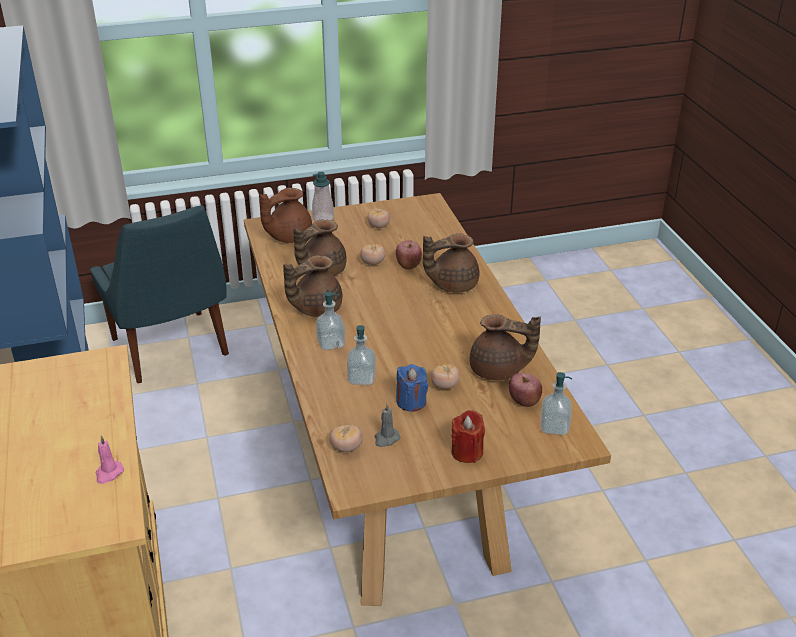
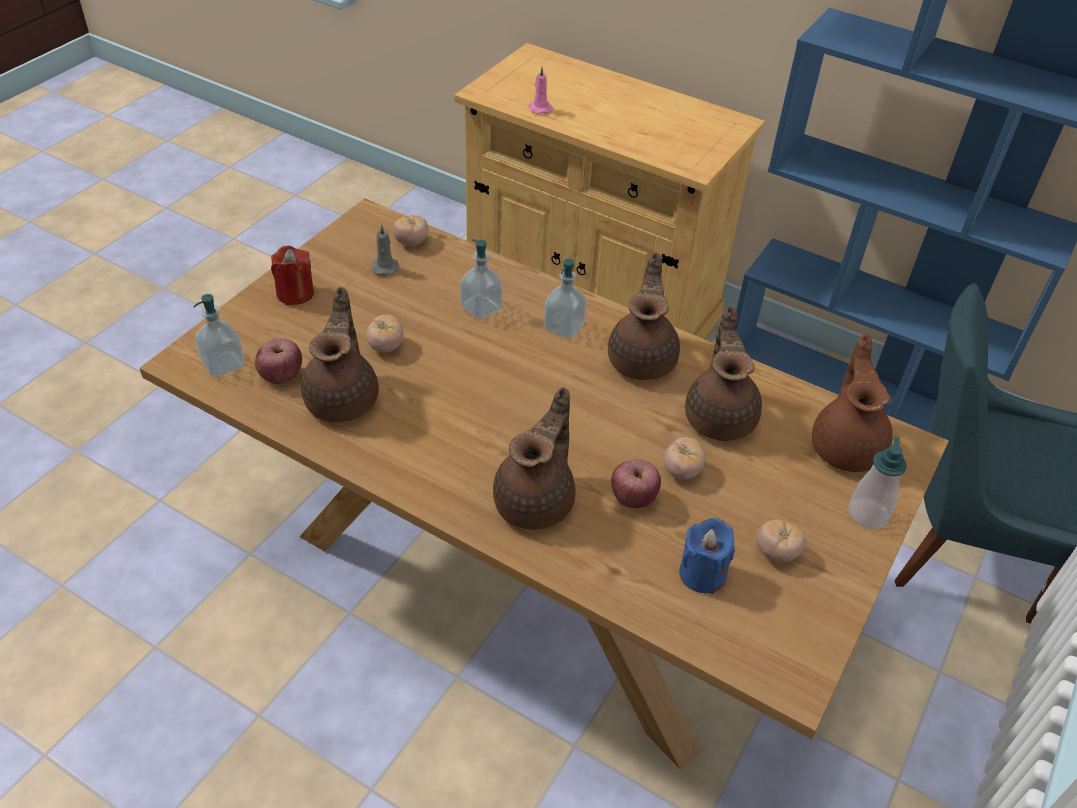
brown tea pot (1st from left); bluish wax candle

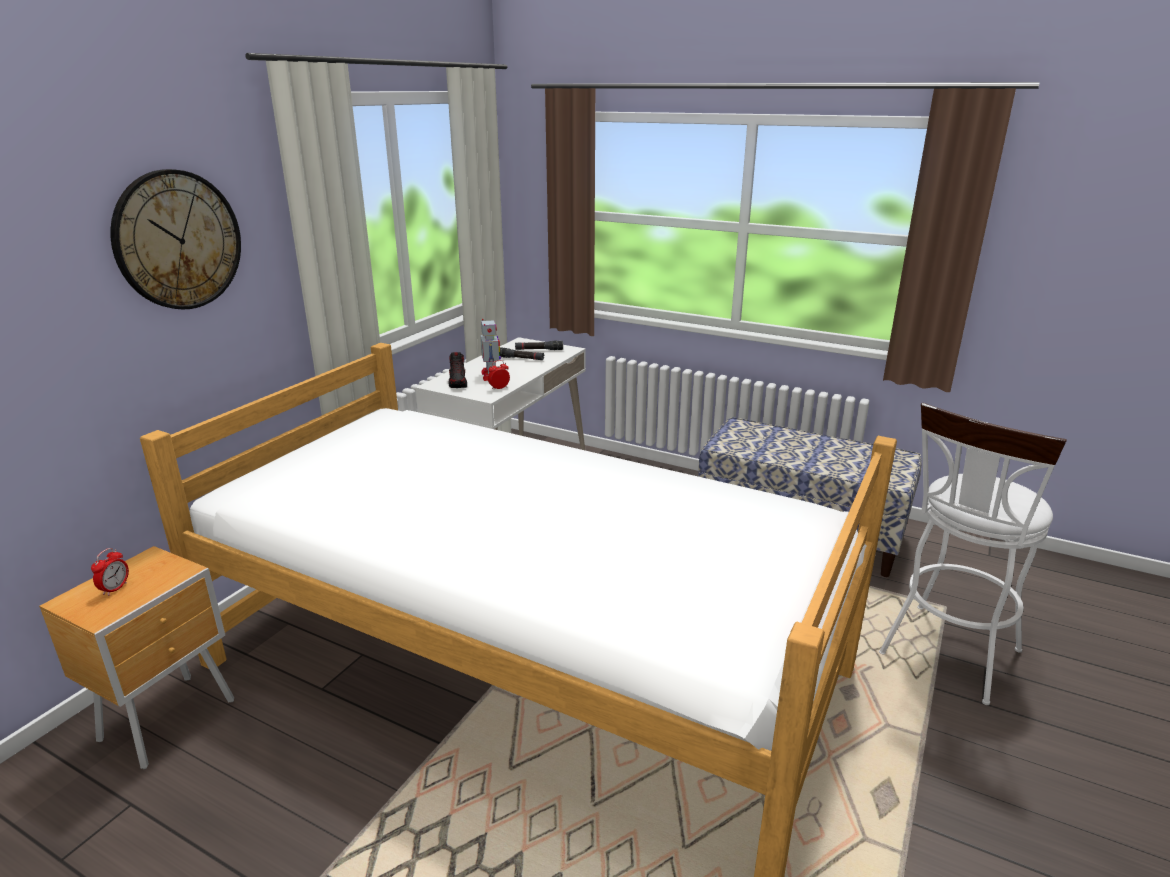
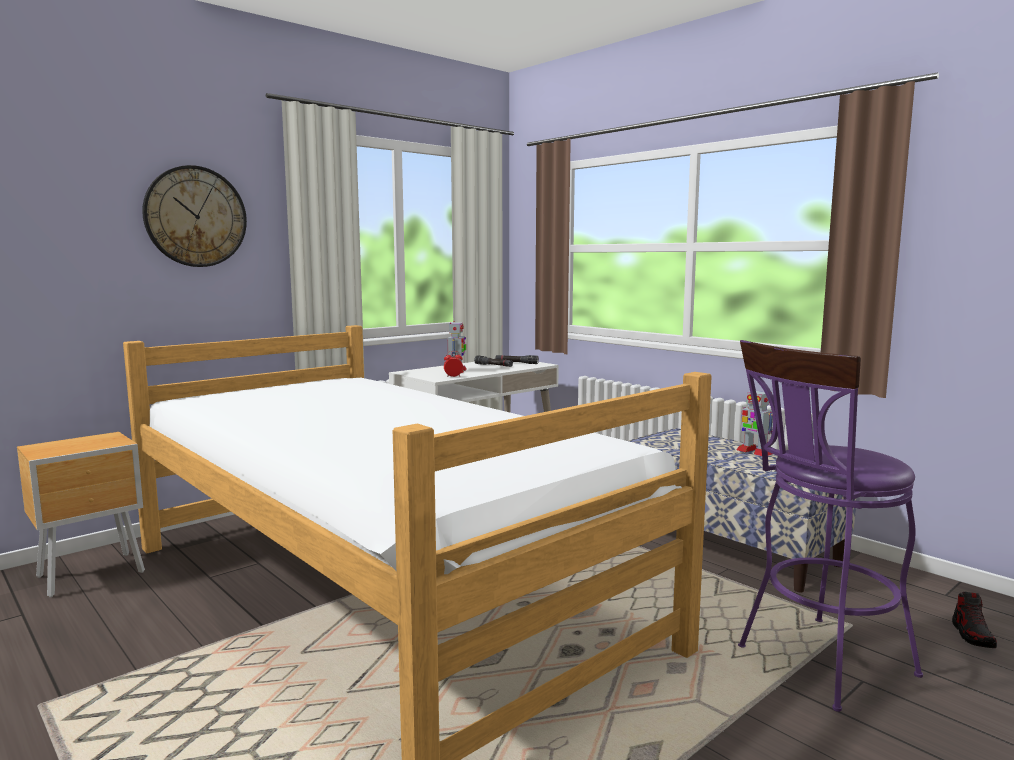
toy robot (2nd from left); purple-coloured stool seat; shoe; bedside clock (1st from left in the first image)

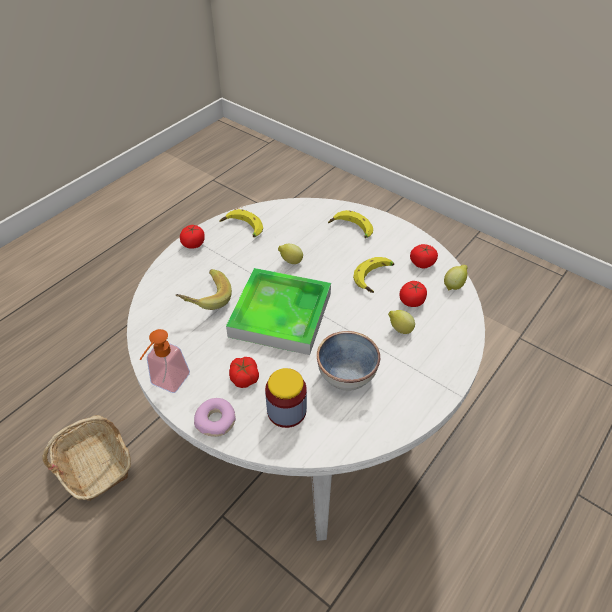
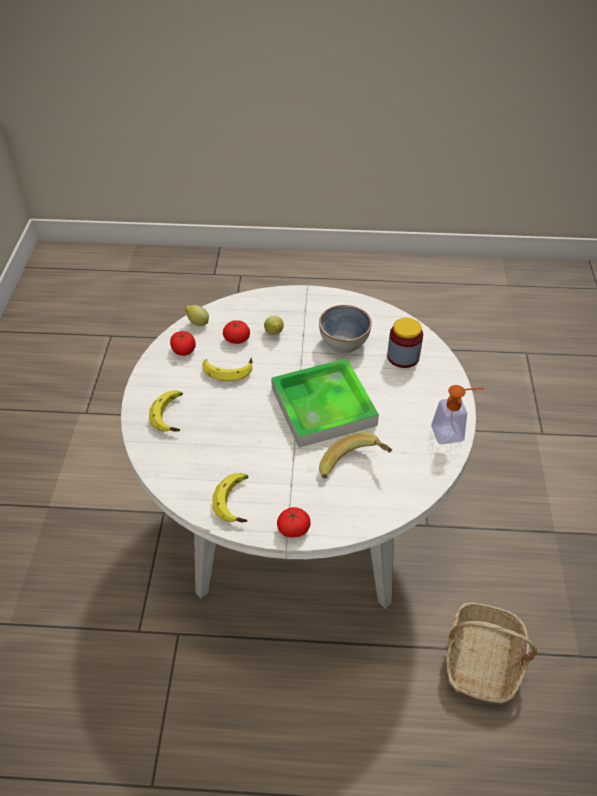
donut; whole tomato (2nd from left in the first image); whole lemon (1st from left in the first image)

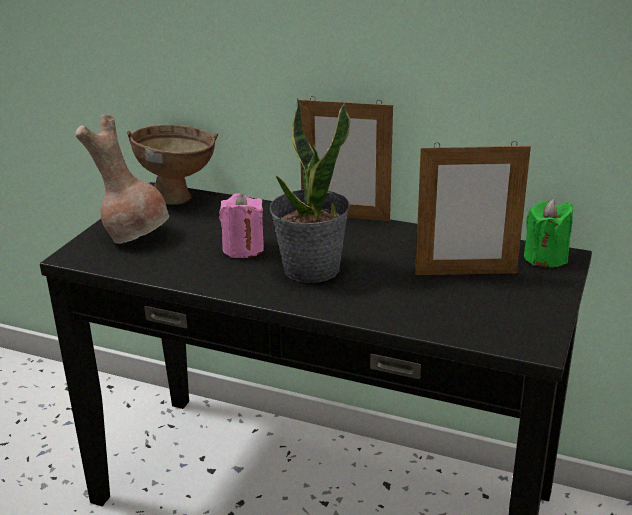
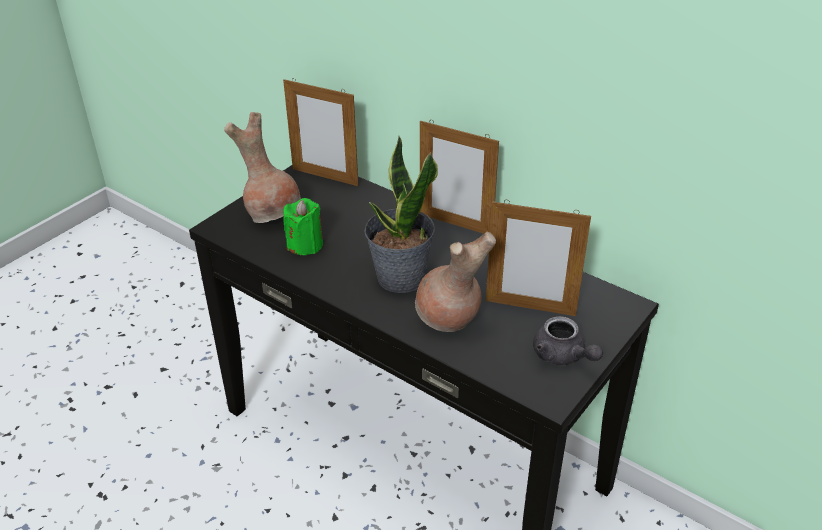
picture frame (1st from left); greenish wax candle; brown vase (2nd from left); greyish tea pot; pink-coloured wax candle

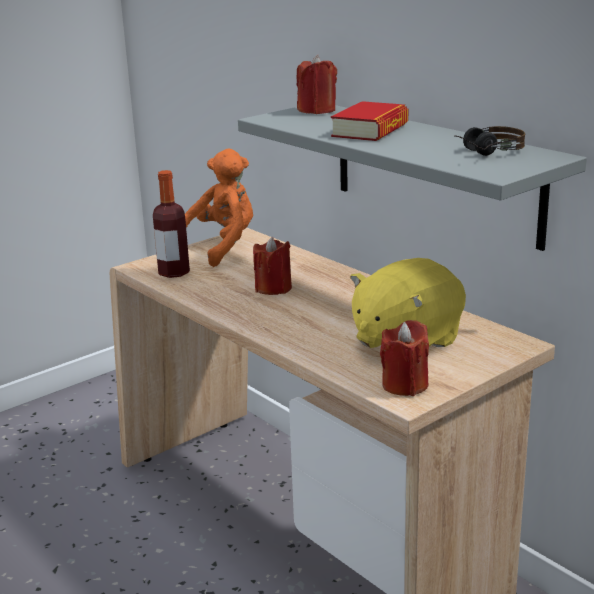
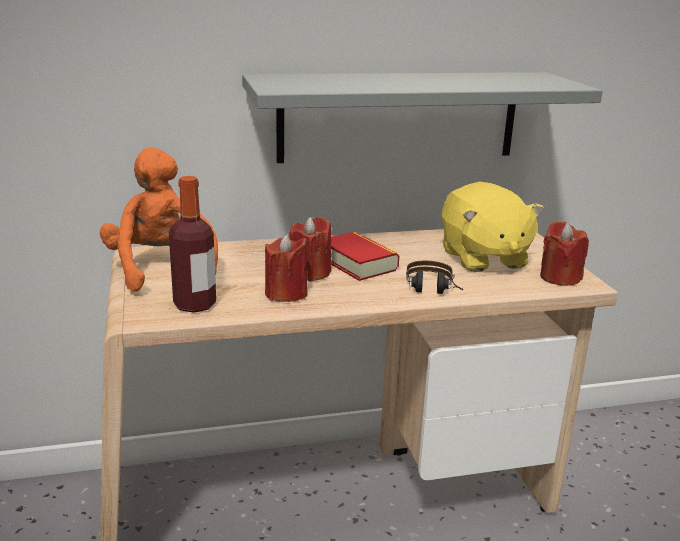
red wax candle (1st from left); bound book; headphones

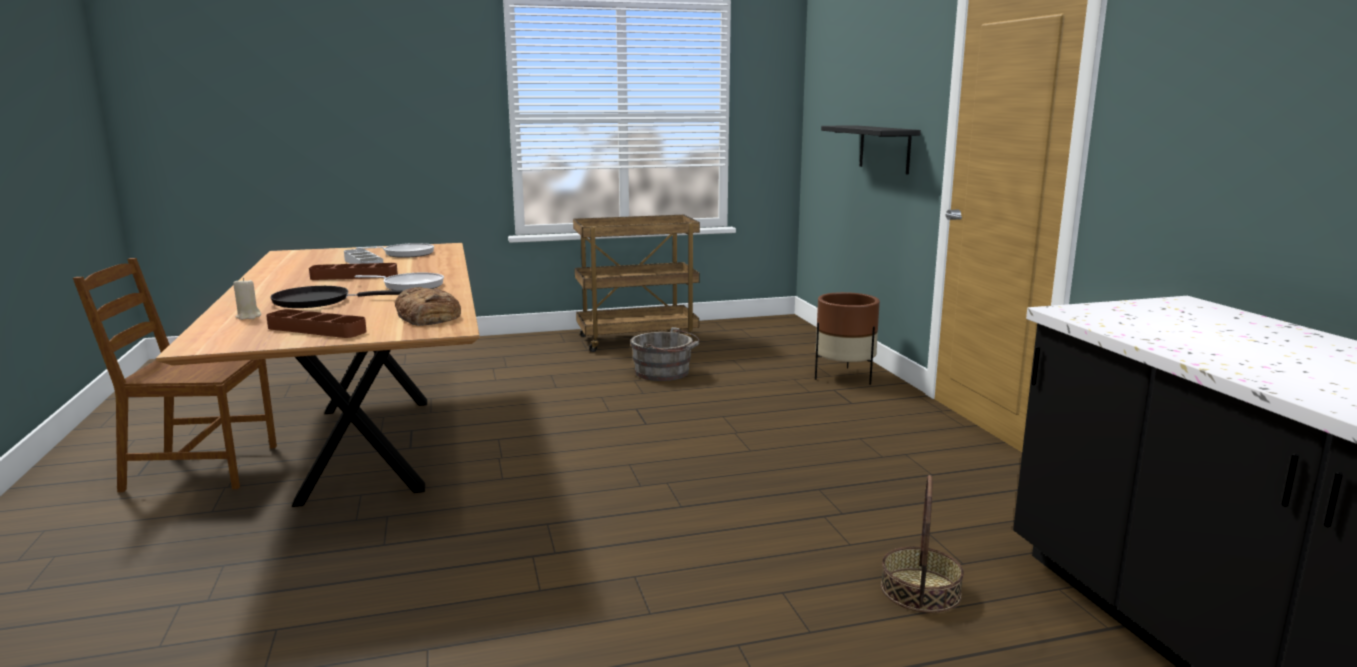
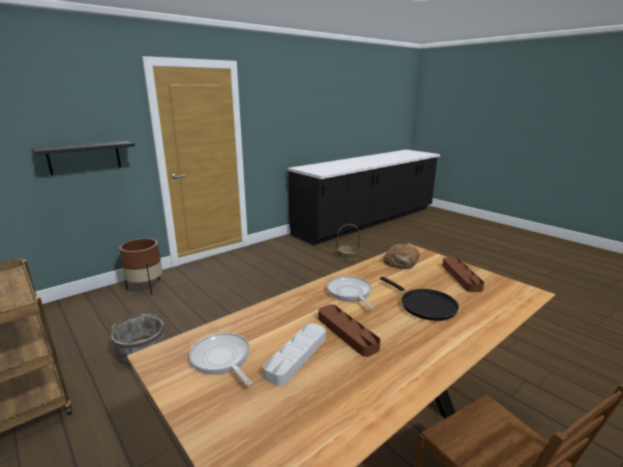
beige-coloured wax candle

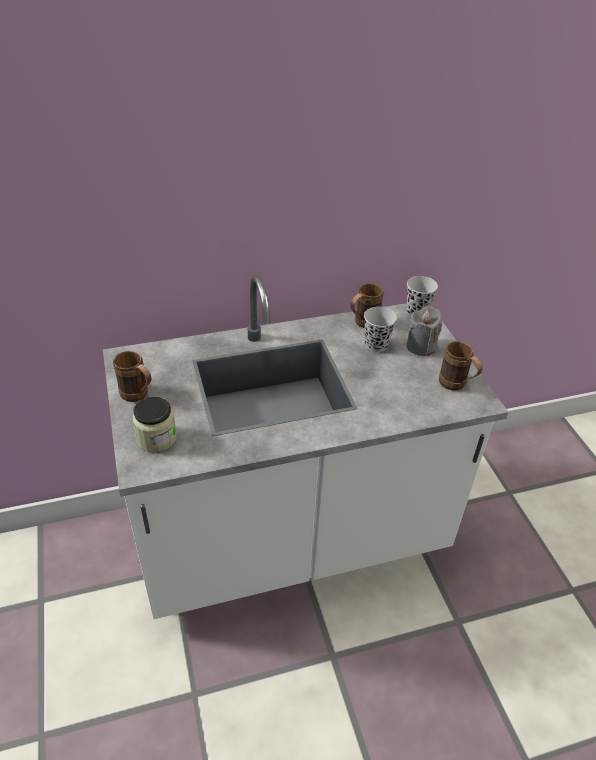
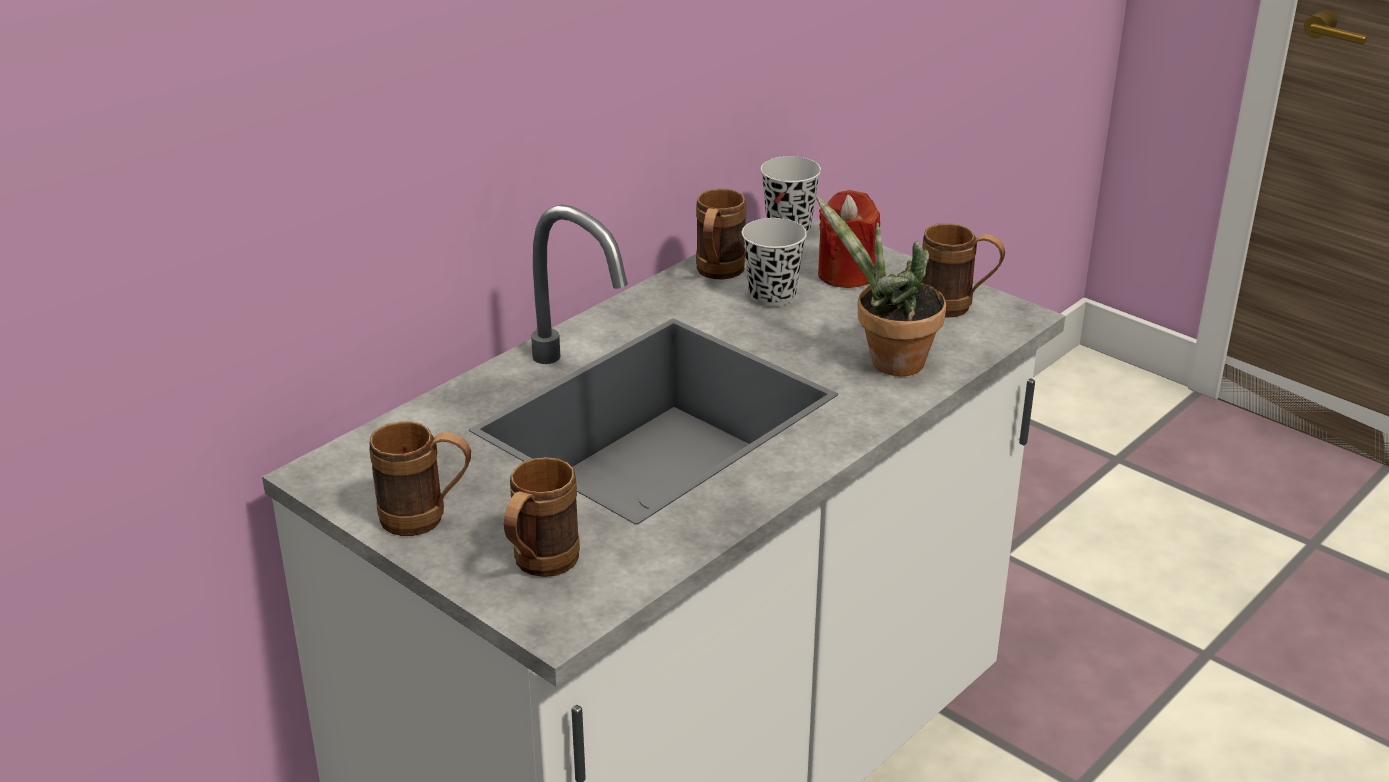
brown tea mug (2nd from left); potted plant; red wax candle

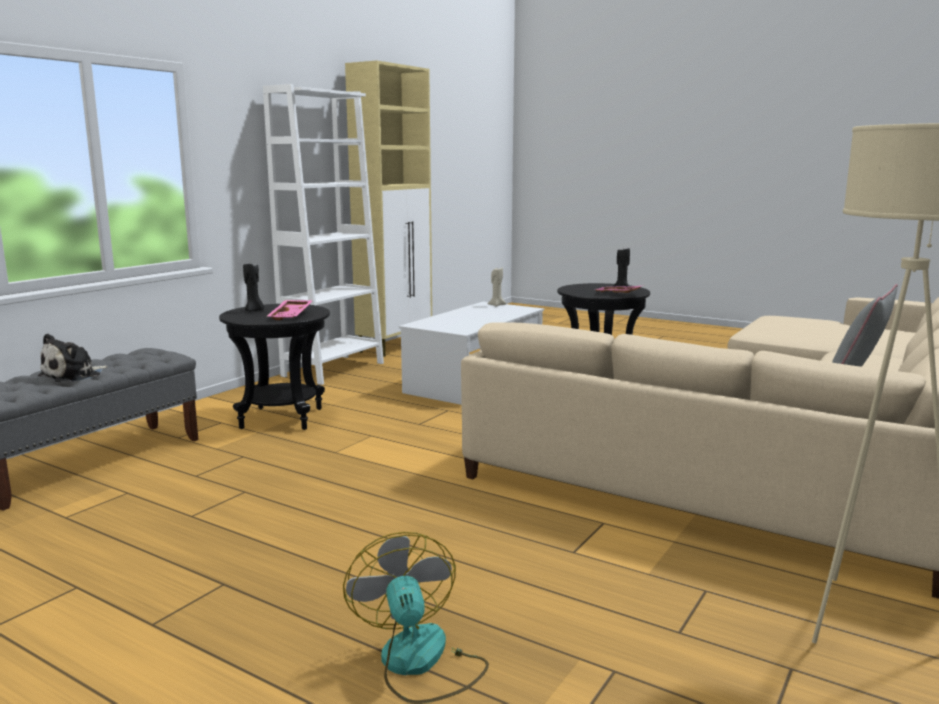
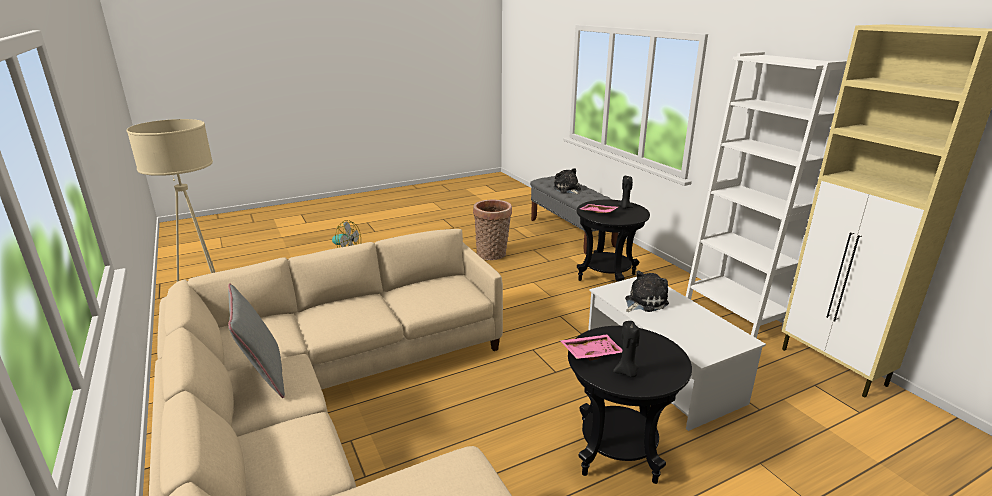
basket; cuddly toy (2nd from left); beige-coloured wax candle

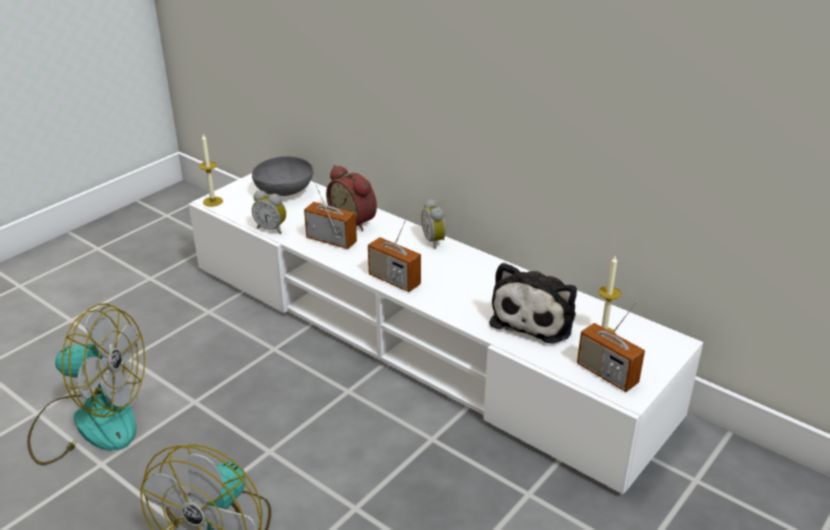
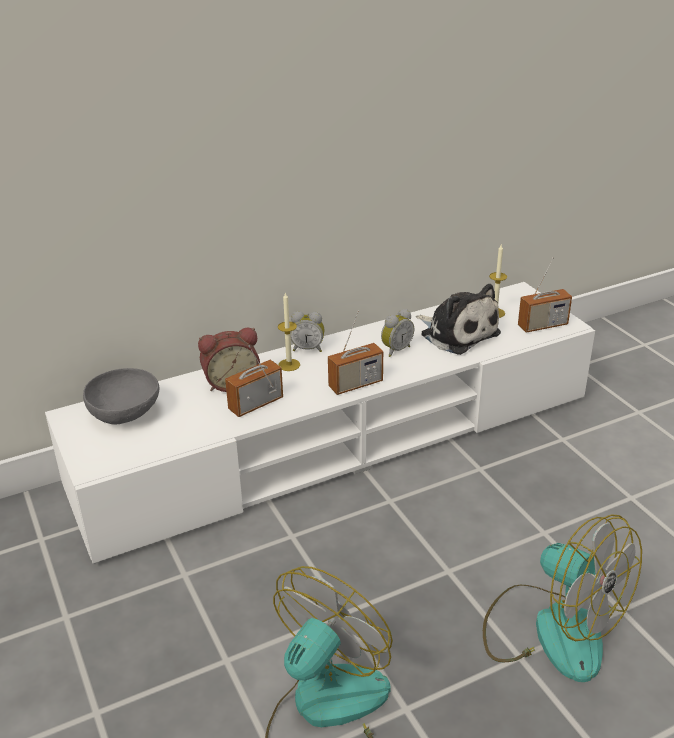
wax candle (1st from left); bedside clock (3rd from left)

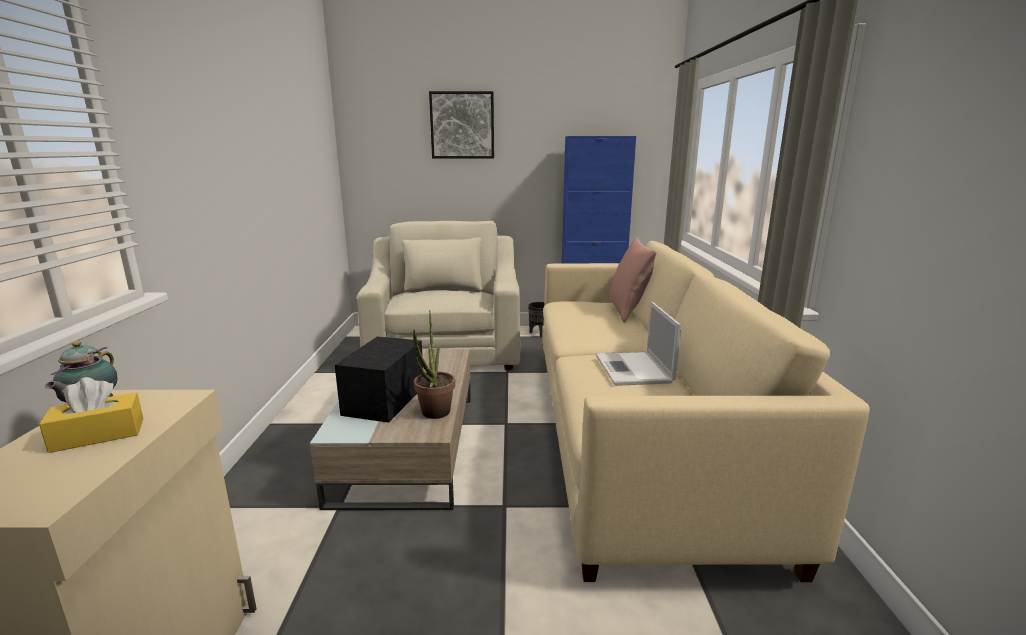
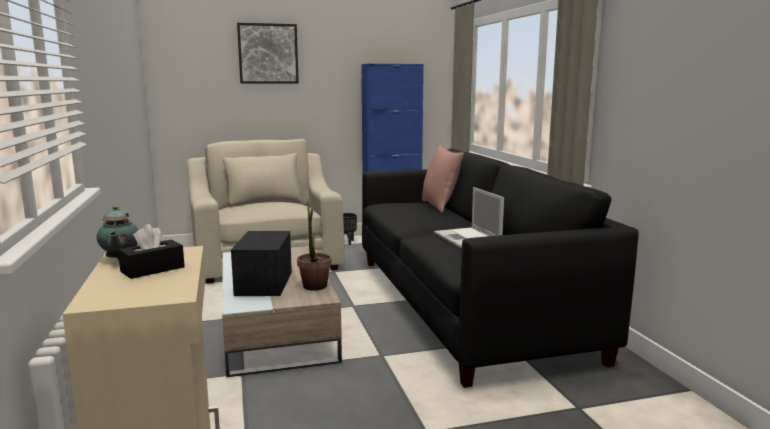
blackish box of tissues; blackish couch

